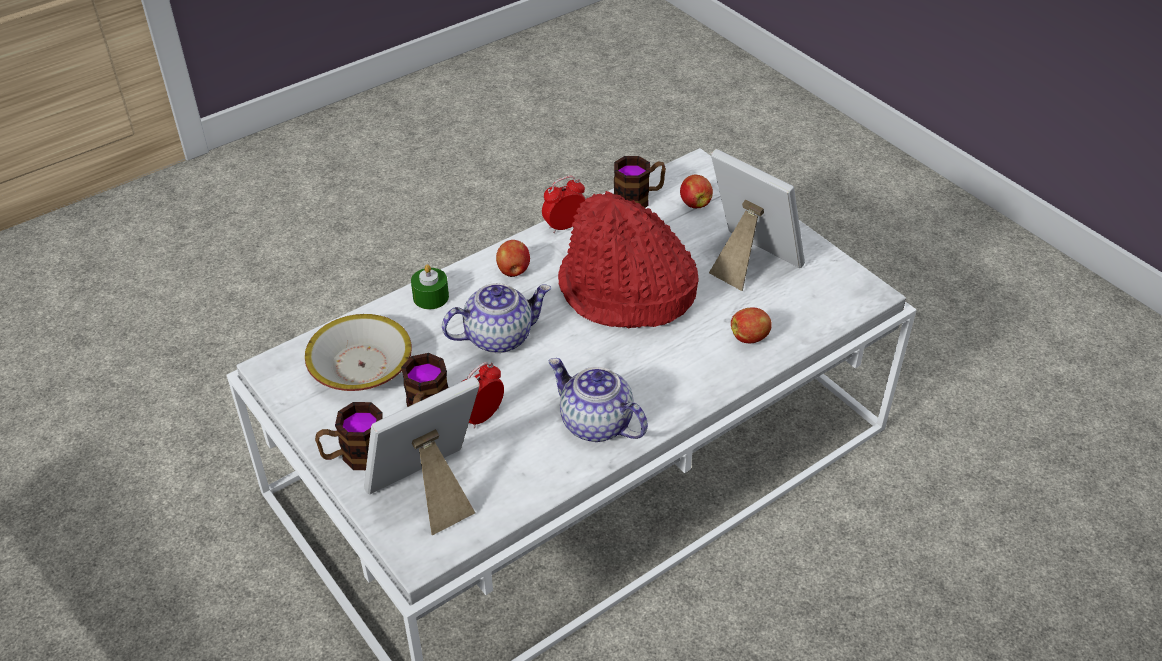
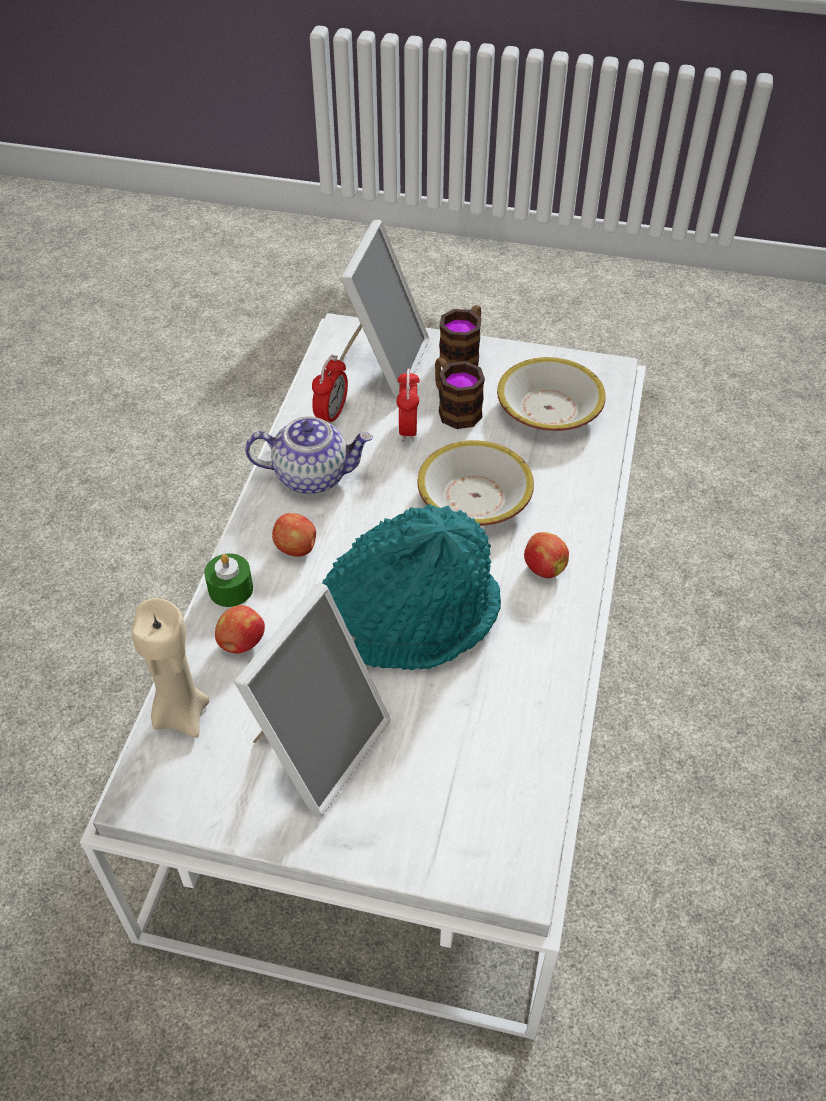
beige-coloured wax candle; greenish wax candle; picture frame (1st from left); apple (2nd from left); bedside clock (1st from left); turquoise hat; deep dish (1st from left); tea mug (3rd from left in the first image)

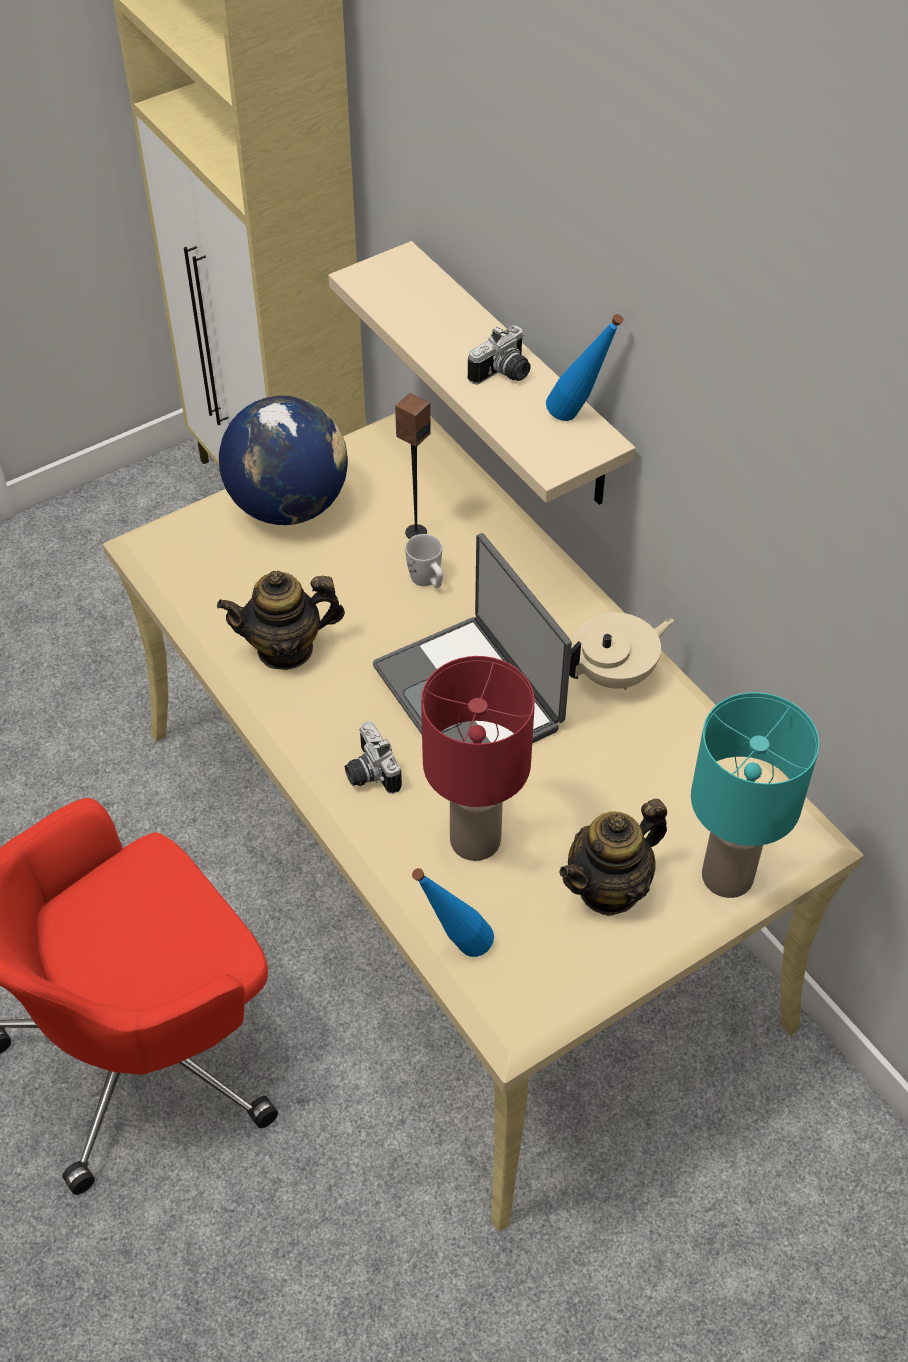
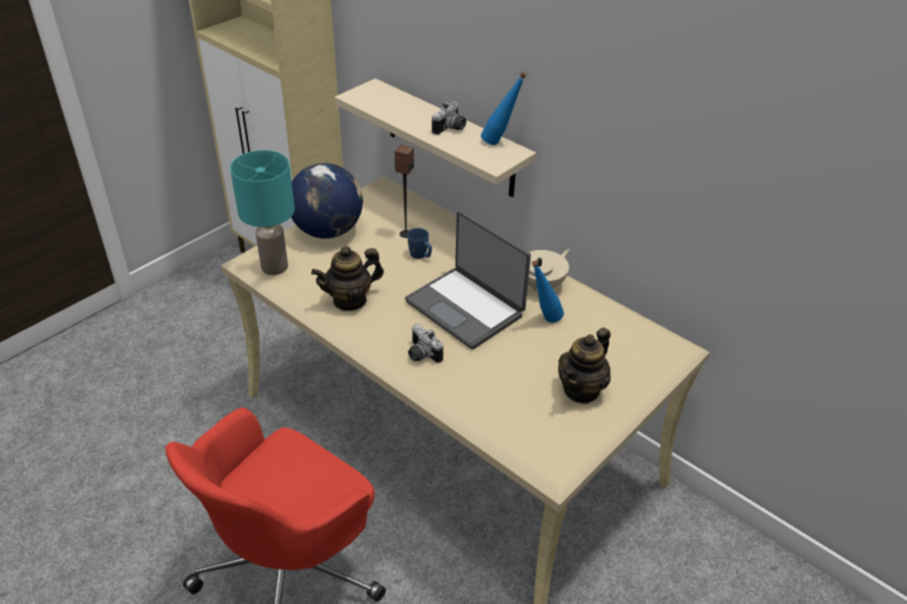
turquoise tabletop lamp; bluish tea mug; bluish drink bottle (2nd from left); red tabletop lamp

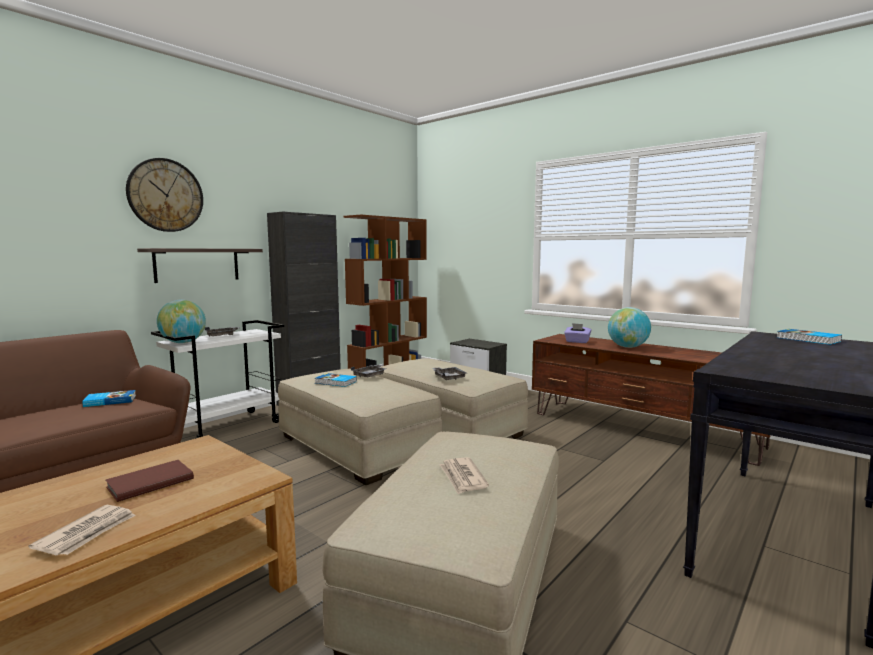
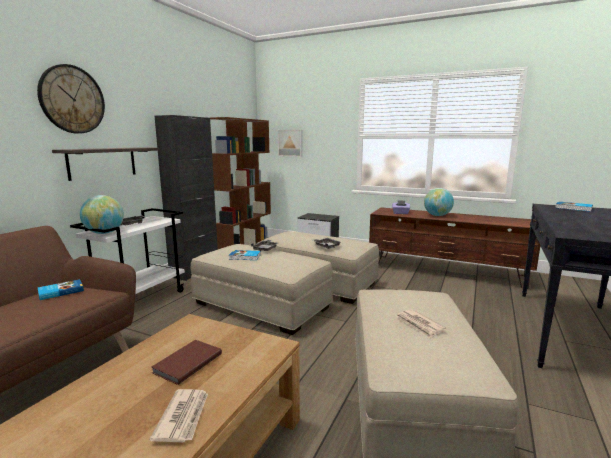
picture

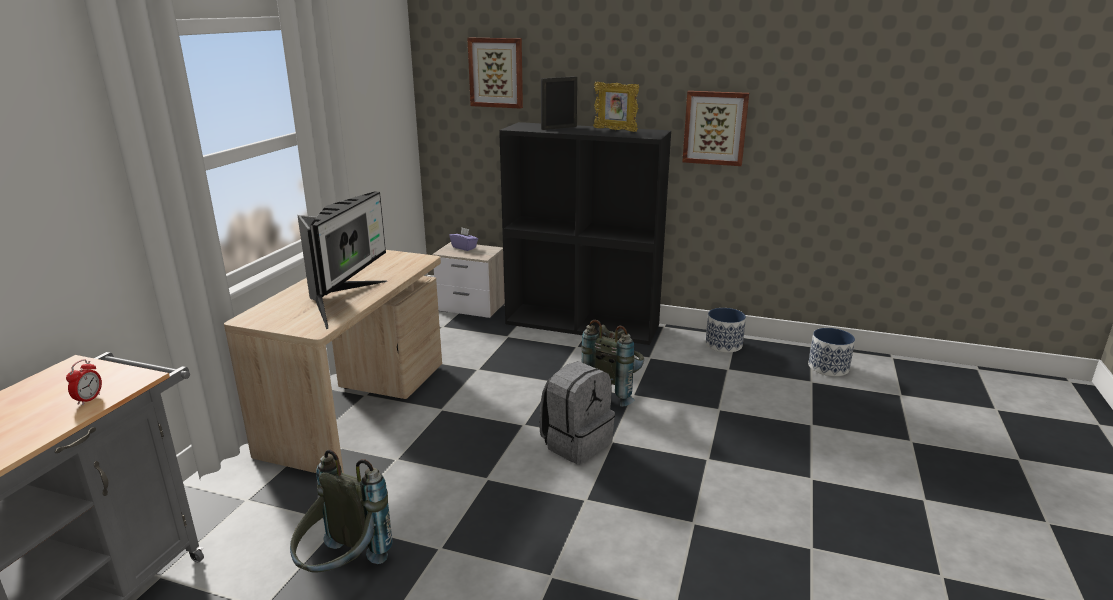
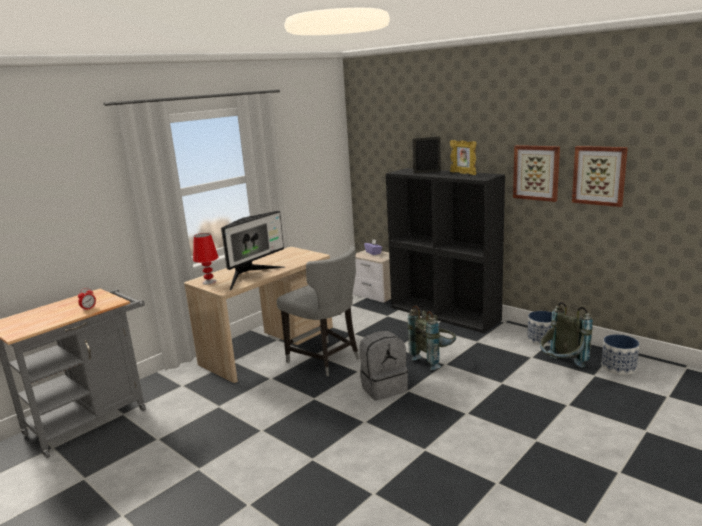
red tabletop lamp; greyish chair; greyish knapsack (3rd from left); picture (2nd from left)

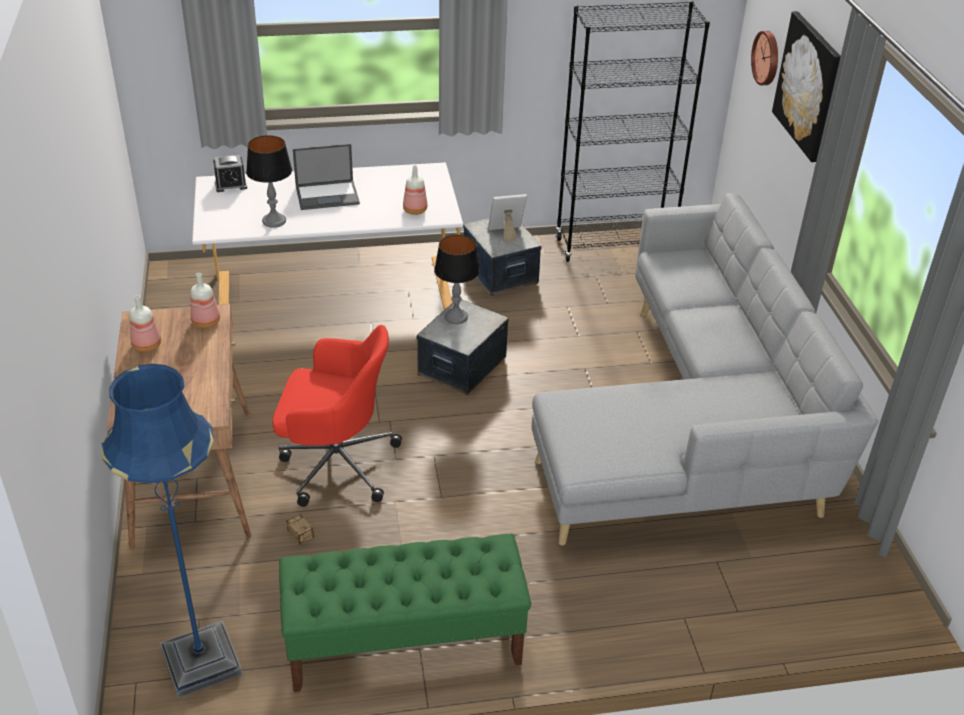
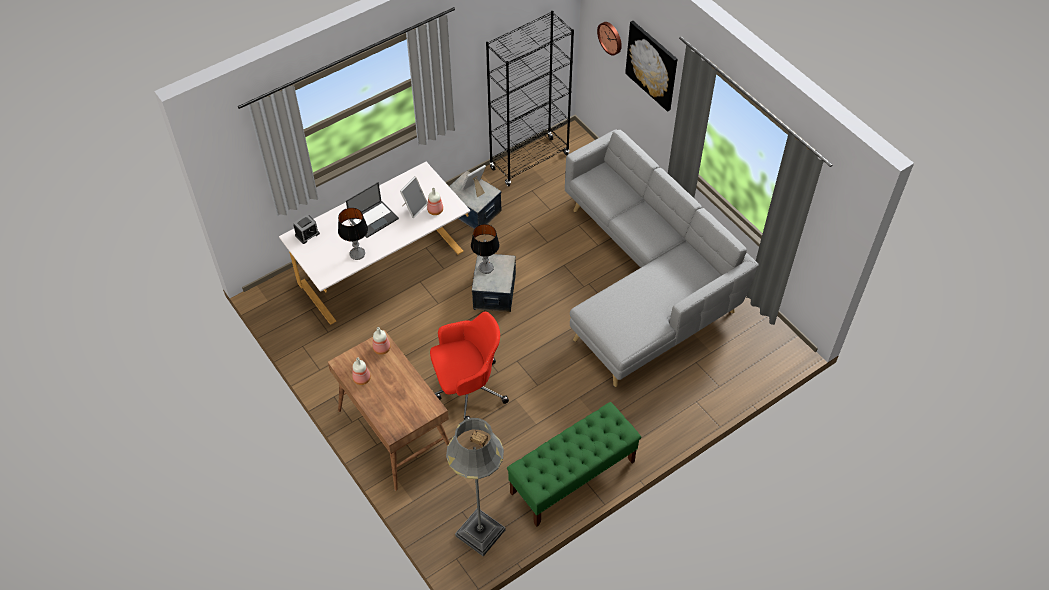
picture frame (1st from left); greyish standing lamp

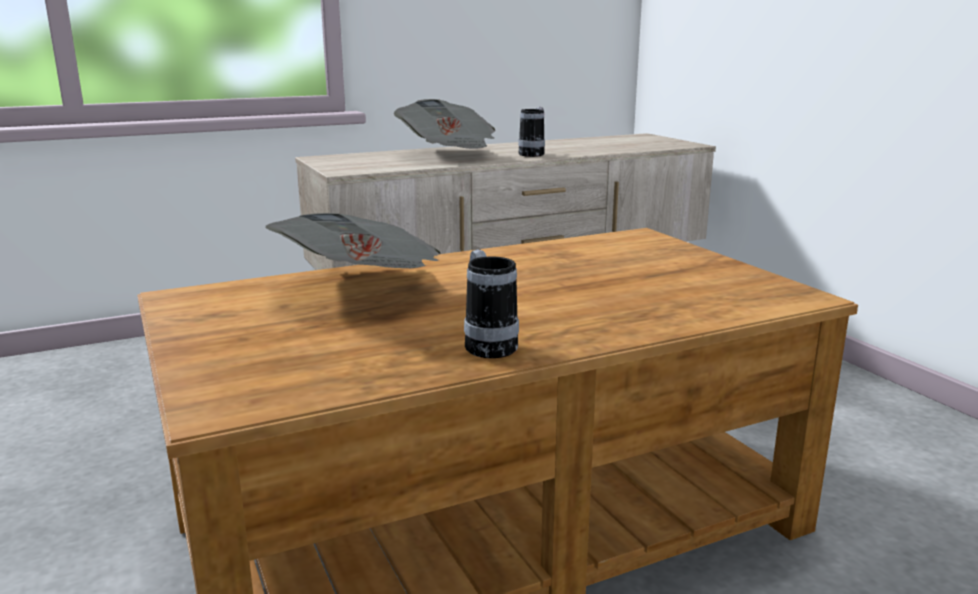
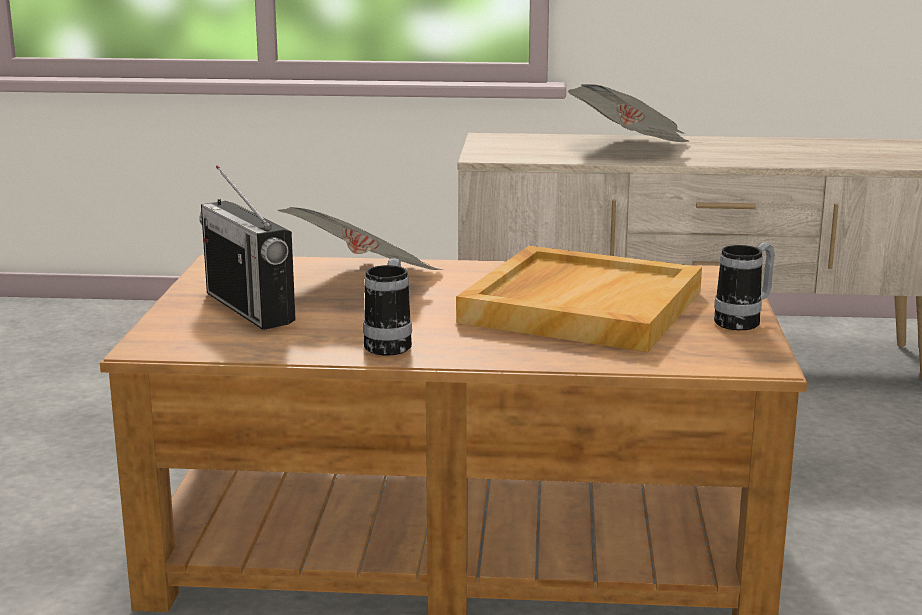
radio set; beige-coloured tray; tea mug (2nd from left)

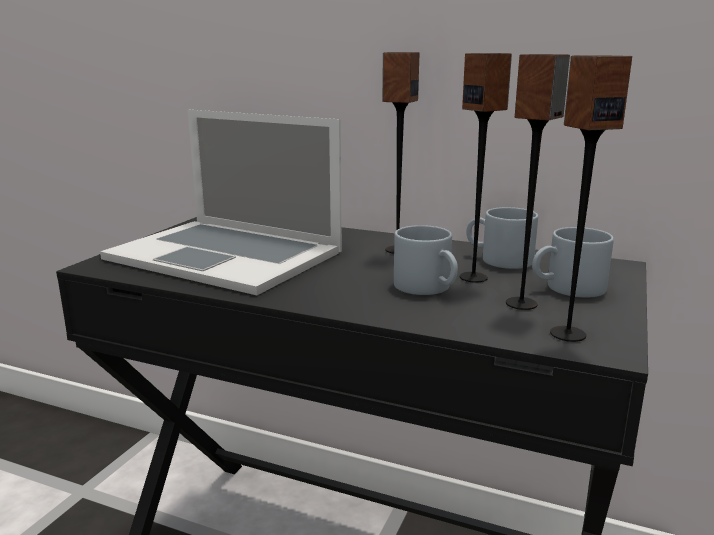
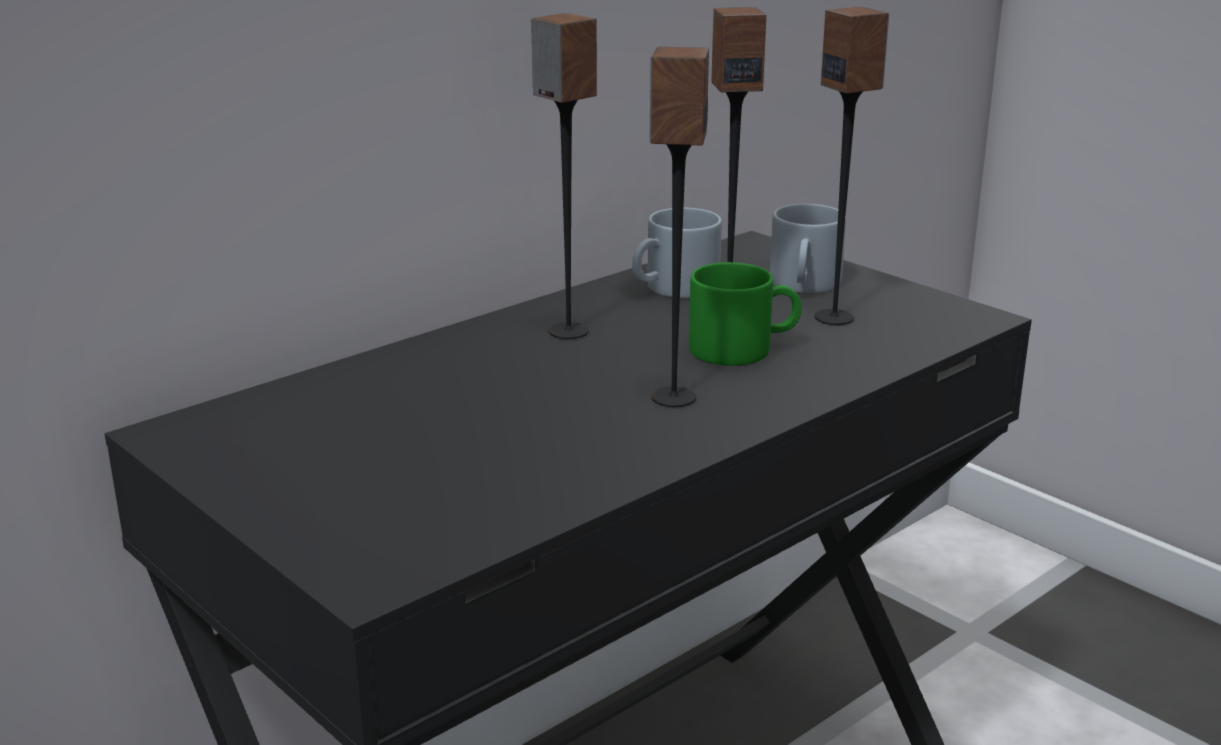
audio speaker (2nd from left); greenish tea mug; portable computer

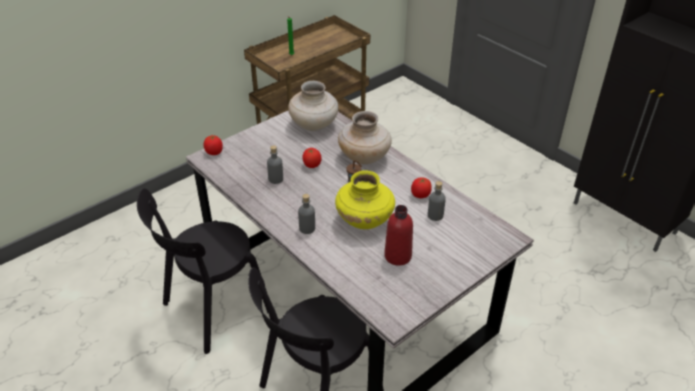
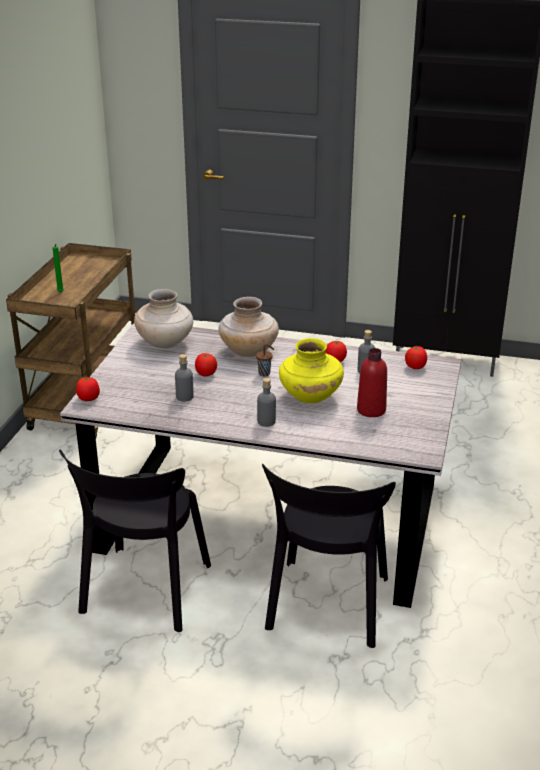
whole tomato (4th from left)

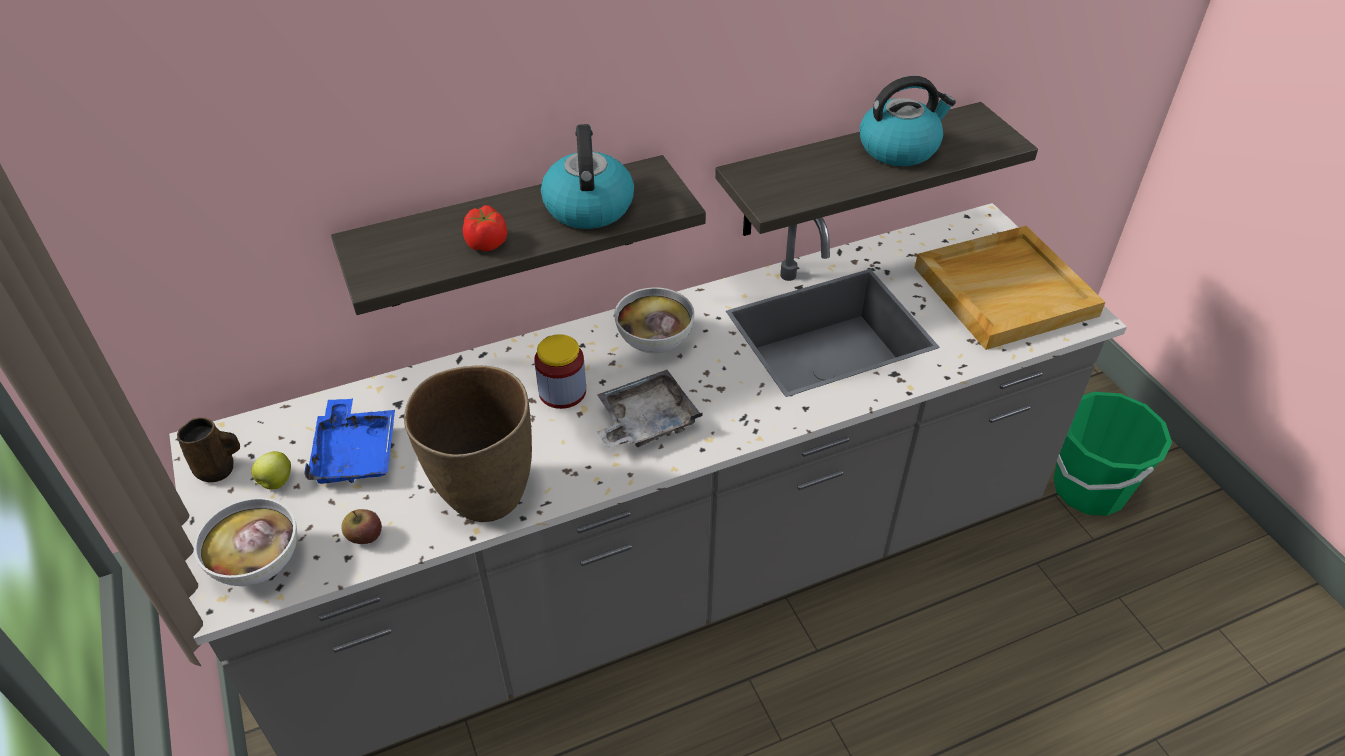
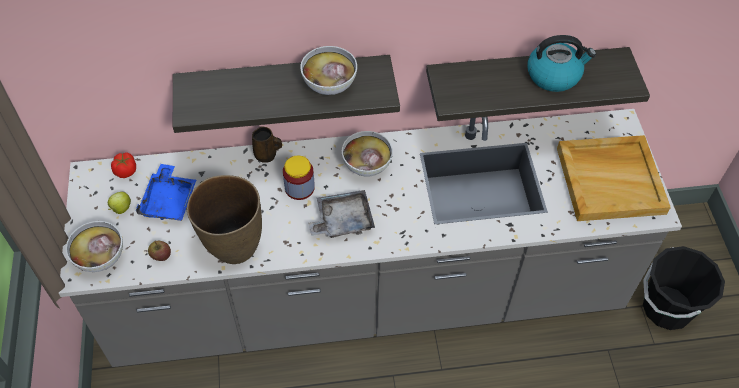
whole tomato; brown tea mug; deep dish (2nd from left); blackish pail

